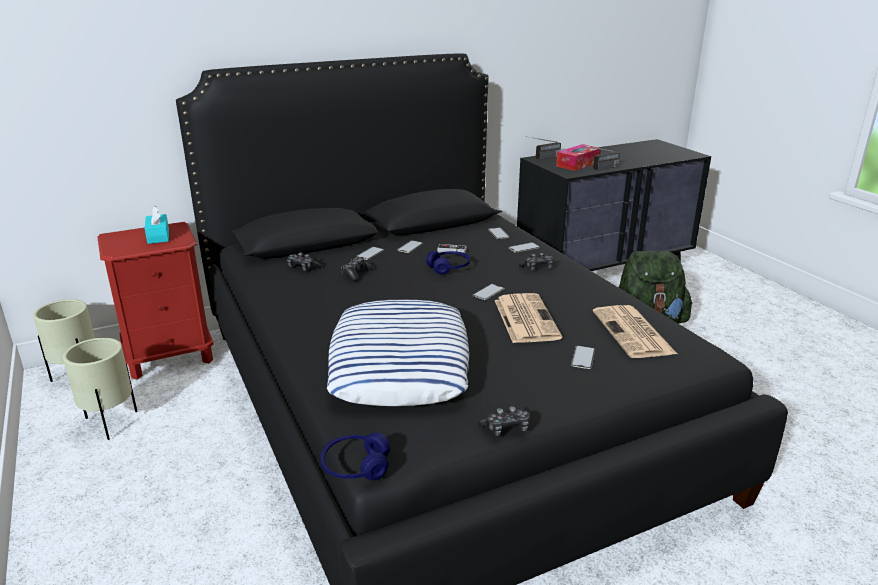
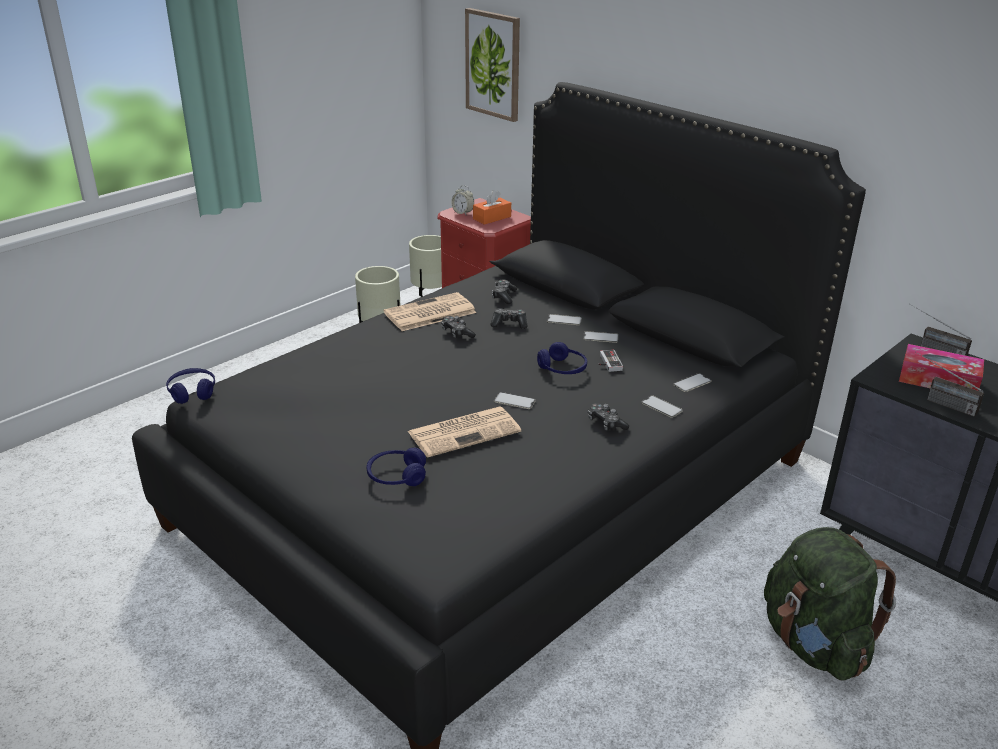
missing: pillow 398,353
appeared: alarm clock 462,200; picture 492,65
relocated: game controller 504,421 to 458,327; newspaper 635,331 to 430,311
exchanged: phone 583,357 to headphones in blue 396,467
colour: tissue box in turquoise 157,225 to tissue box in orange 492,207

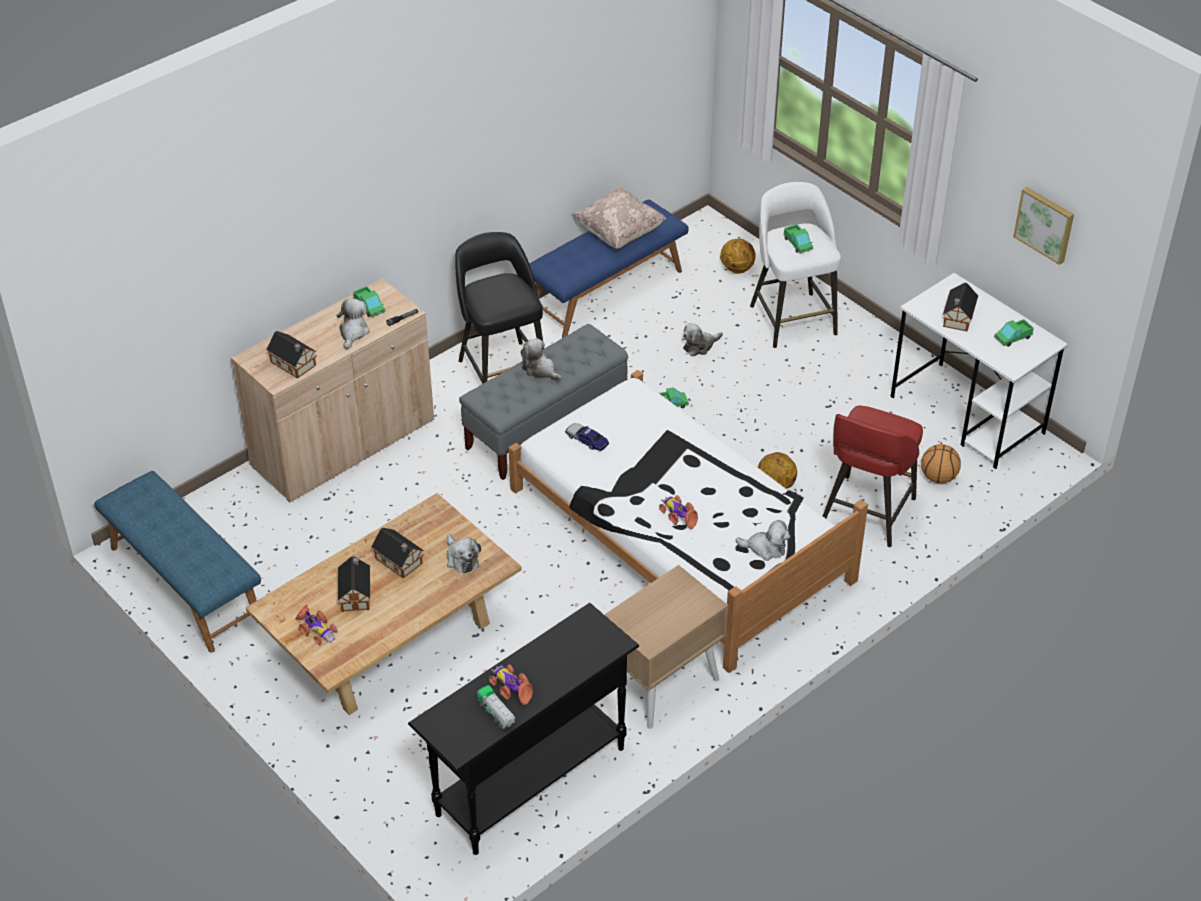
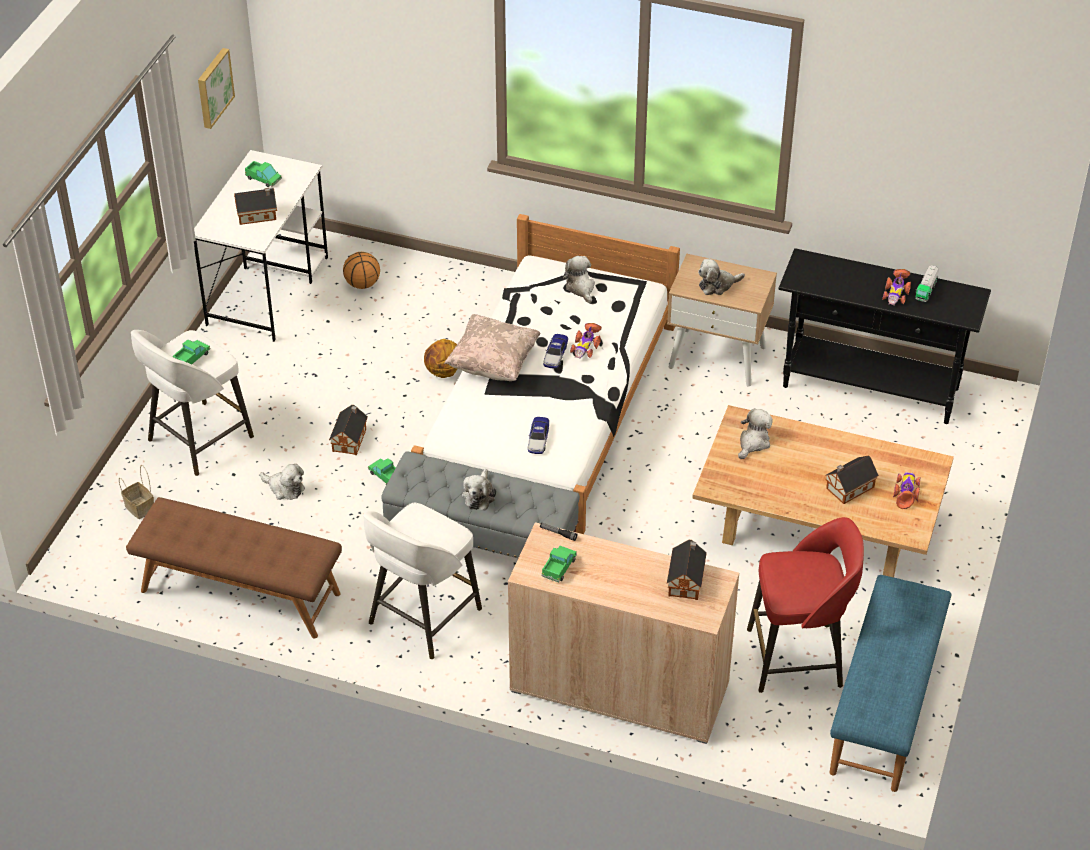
appeared: toy car 555,351
relocated: plush toy 353,324 to 721,277; toy house 397,553 to 348,430; pillow in beige 619,218 to 492,347; stool in red 873,476 to 805,605
exchanged: basketball 738,256 to basket 136,492
colour: stool in black 499,307 to stool in white 422,581; bench in blue 609,268 to bench in brown 234,568

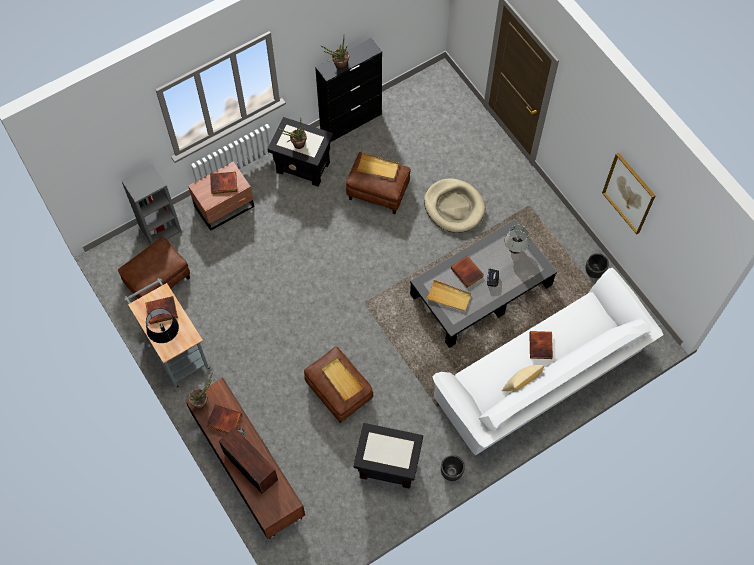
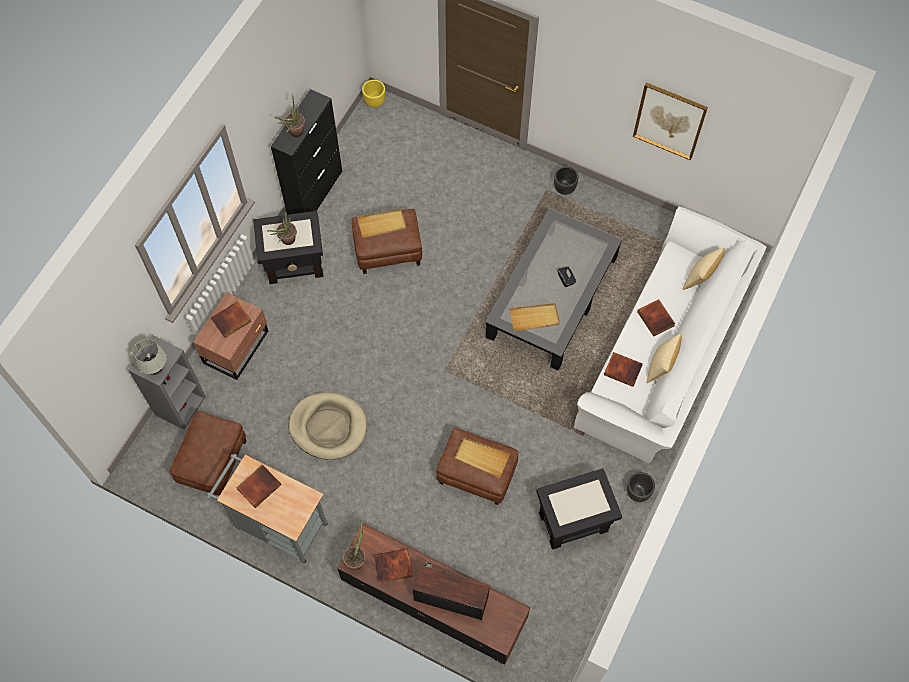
missing: table lamp in black 162,325
appeared: planter in yellow 373,93; pillow 703,269
relocated: dog bed in beige 454,205 to 328,426; book 467,271 to 623,369; table lamp in white 517,239 to 150,357; planter in black 597,265 to 566,180

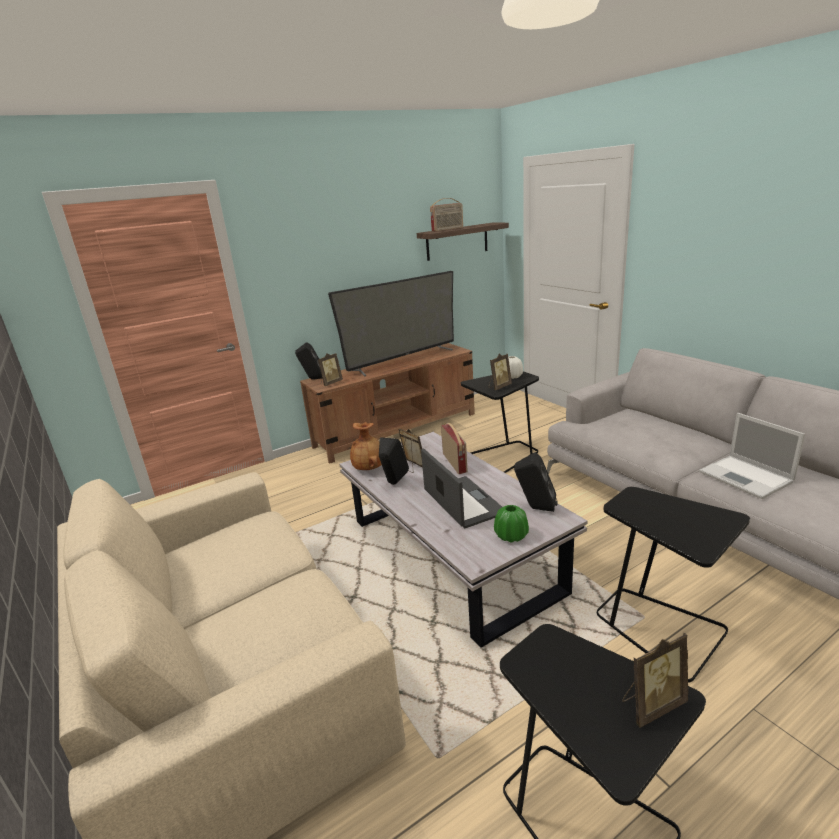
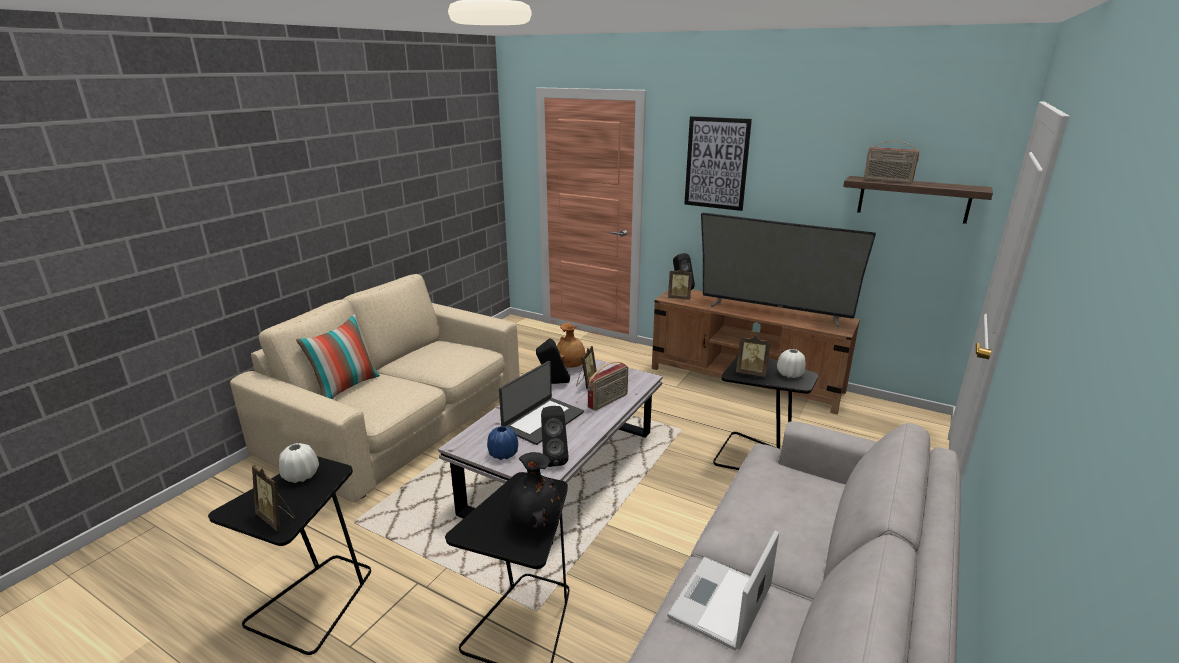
appeared: vase in white 299,463; pillow 338,356; vase in black 535,490; picture 718,163
colour: vase in green 511,524 to vase in blue 502,443

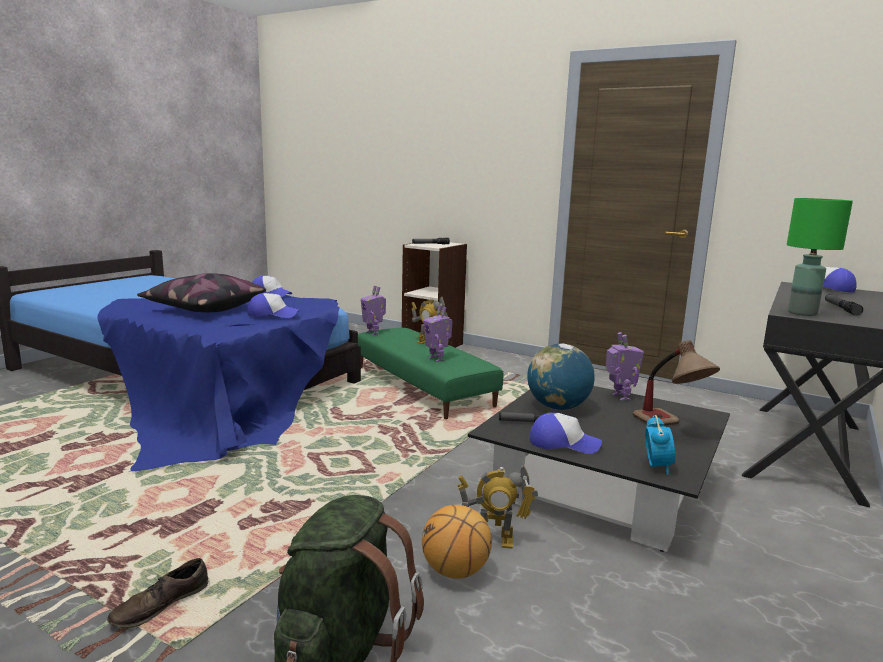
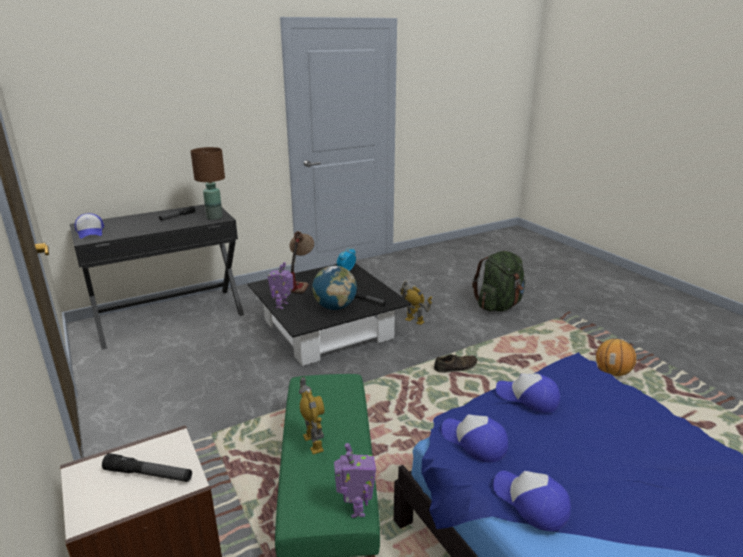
missing: pillow 201,292; toy robot 438,333
relocated: shoe in brown 157,593 to 455,363; basketball 457,542 to 616,357; cap 566,433 to 474,438
colour: table lamp in green 820,257 to table lamp in brown 207,183

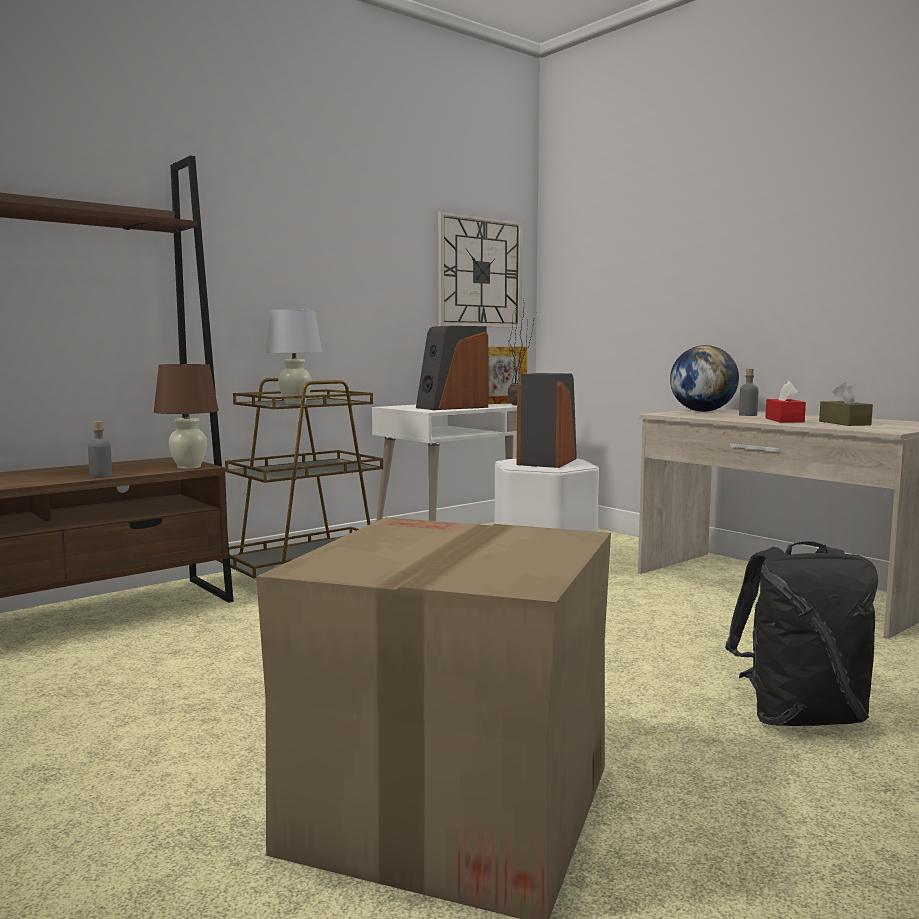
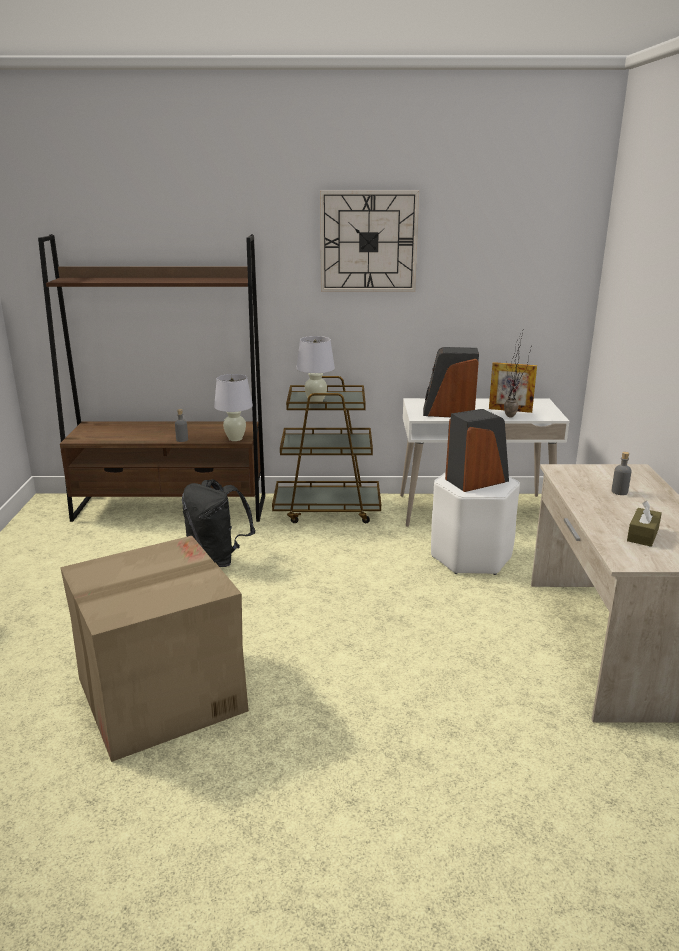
missing: globe 704,378; tissue box in red 785,402
relocated: wall clock 480,269 to 369,241; backpack in black 801,634 to 218,523
colour: table lamp in brown 186,416 to table lamp in white 233,407

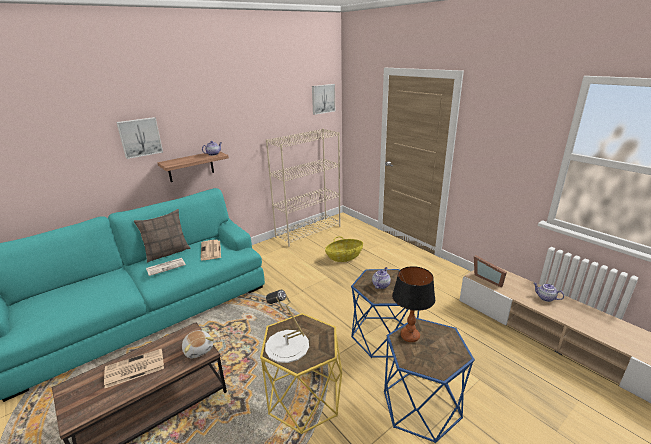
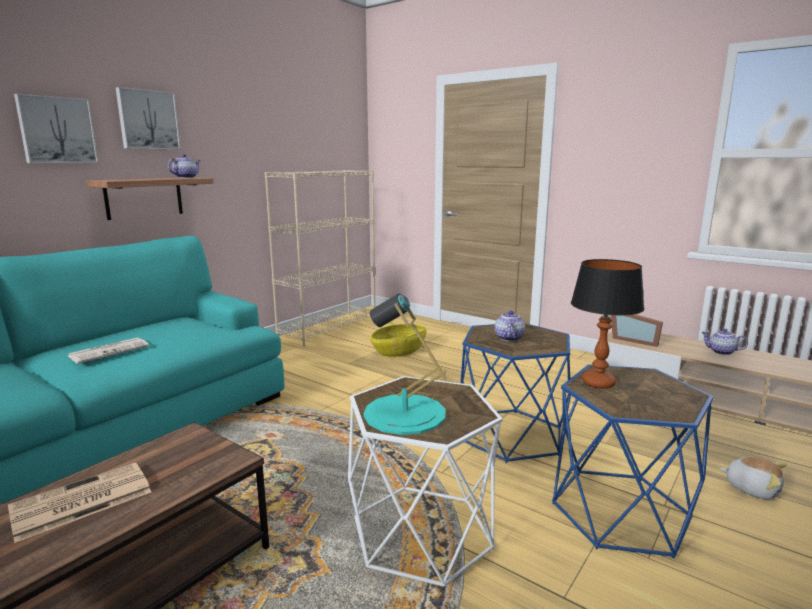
missing: pillow 162,236; newspaper 211,250
relocated: plush toy 198,344 to 753,478; picture 323,99 to 148,118
colour: side table in yellow 301,373 to side table in white 425,481; table lamp in white 287,326 to table lamp in turquoise 405,364

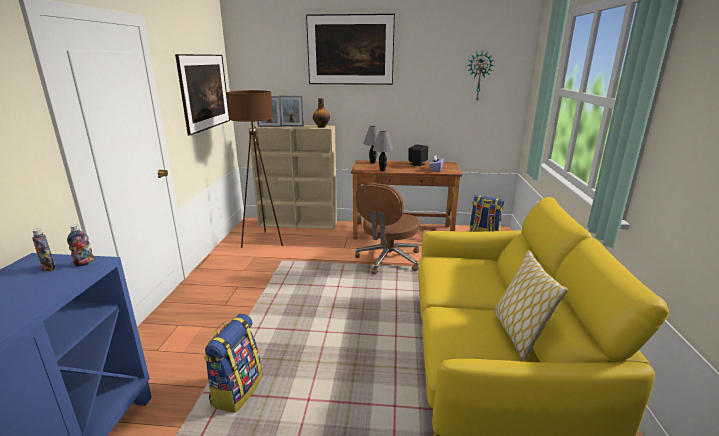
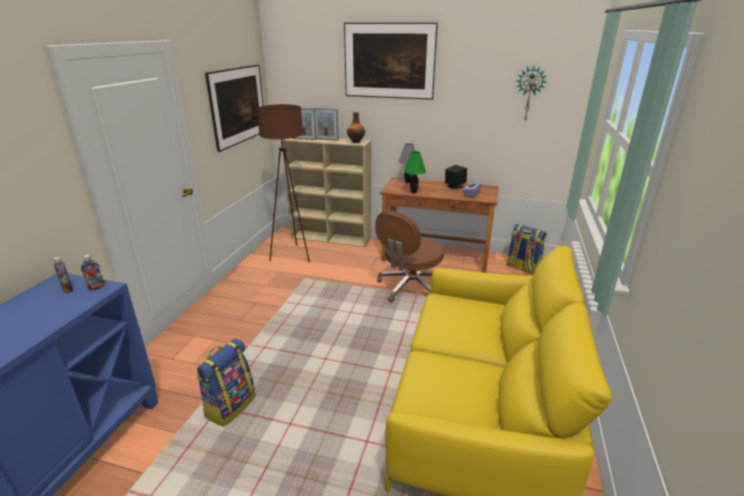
missing: pillow 531,305
colour: table lamp in grey 383,150 to table lamp in green 415,172

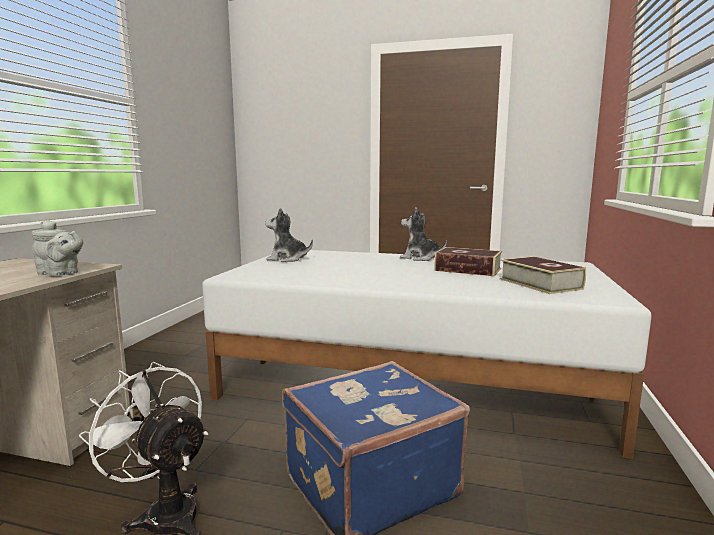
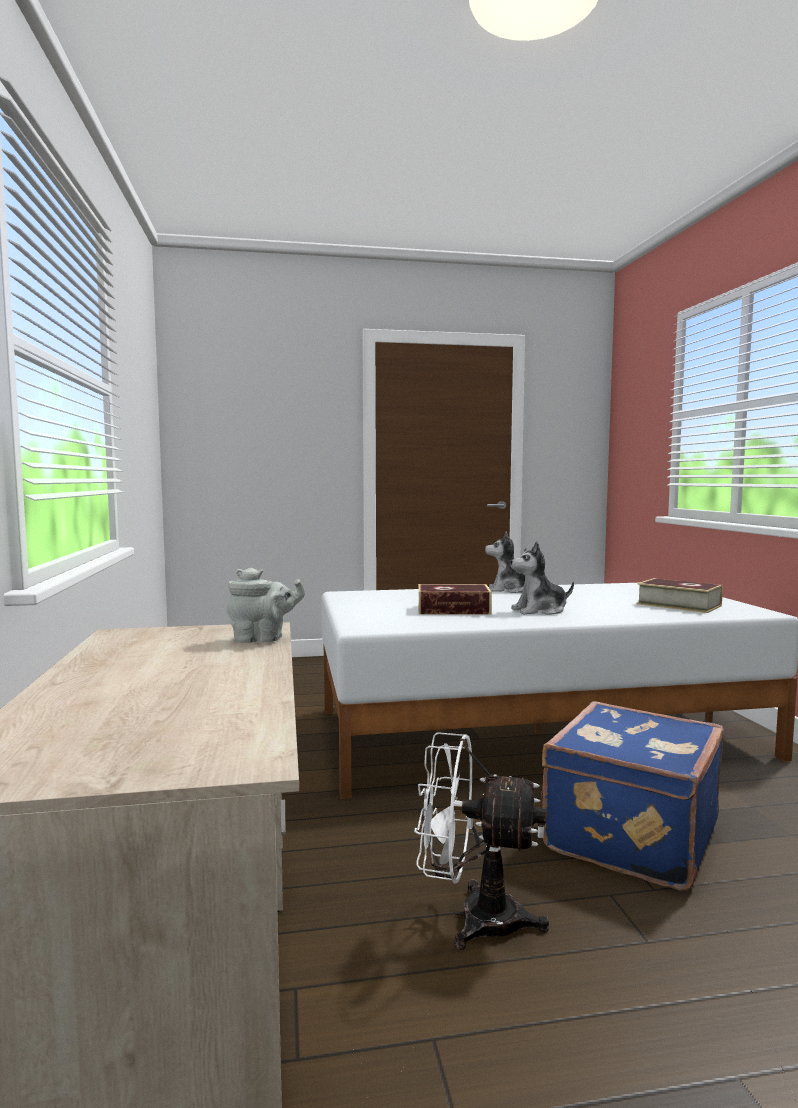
relocated: plush toy 289,235 to 542,578; book 468,261 to 455,599

